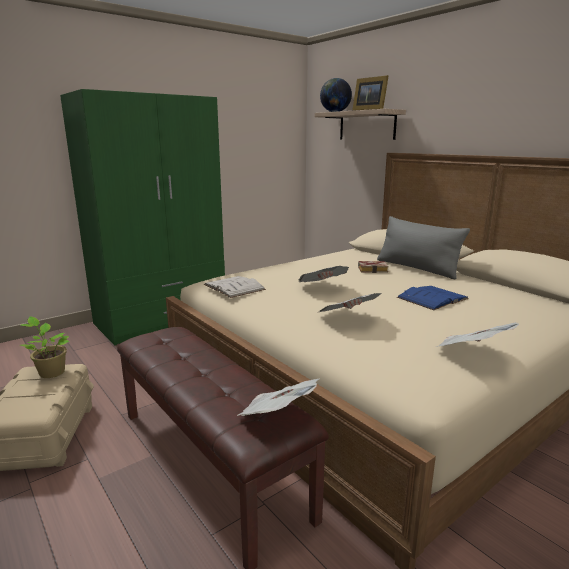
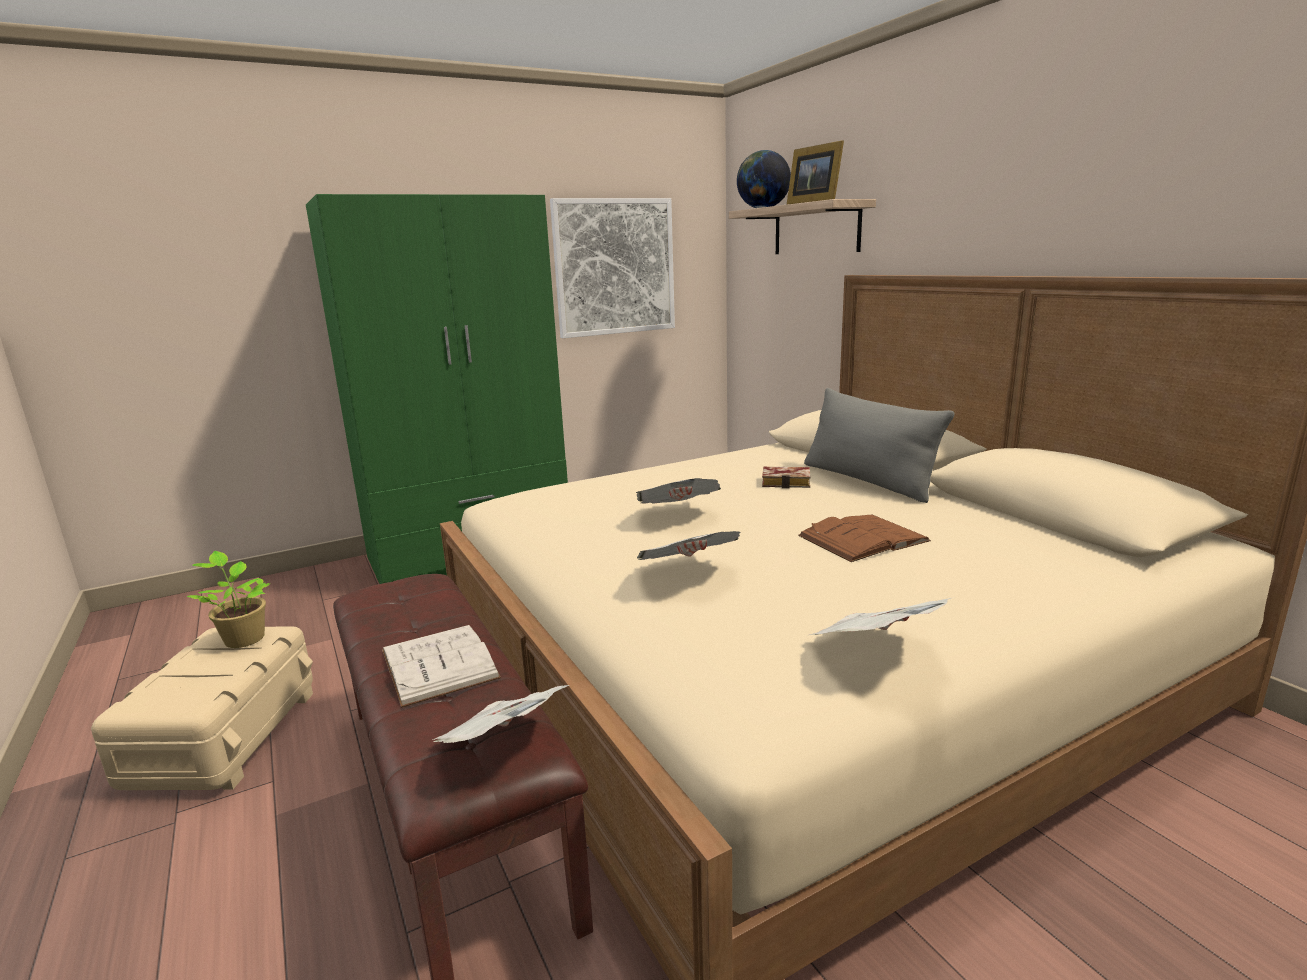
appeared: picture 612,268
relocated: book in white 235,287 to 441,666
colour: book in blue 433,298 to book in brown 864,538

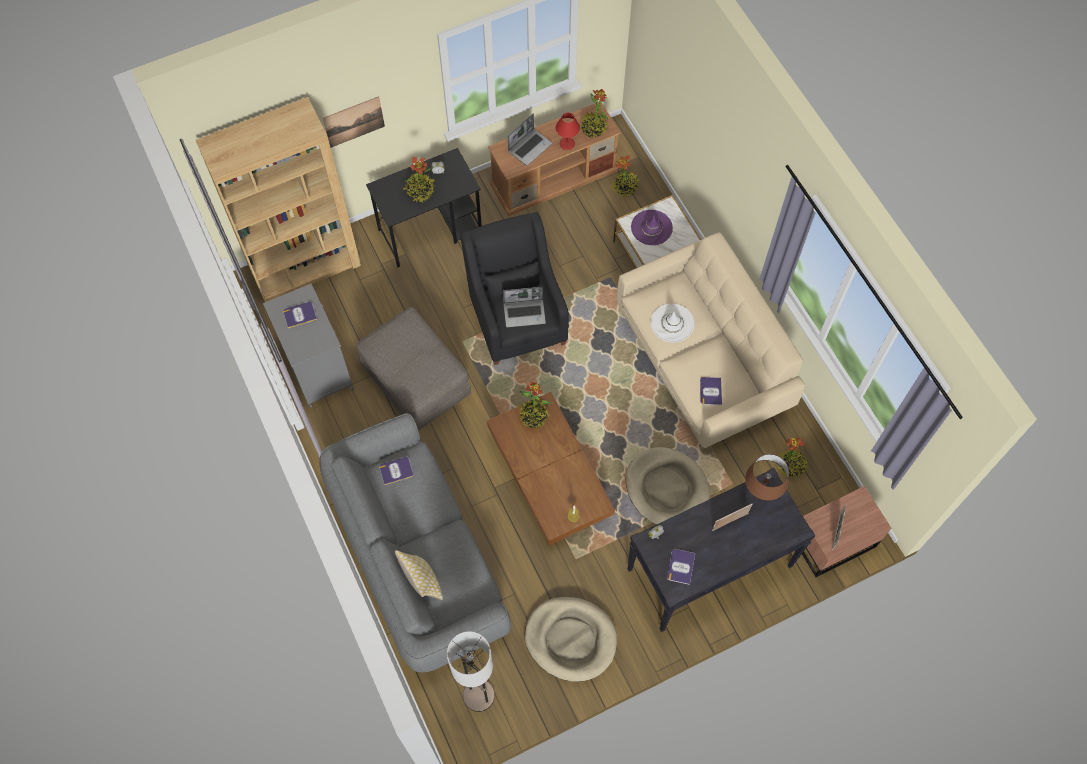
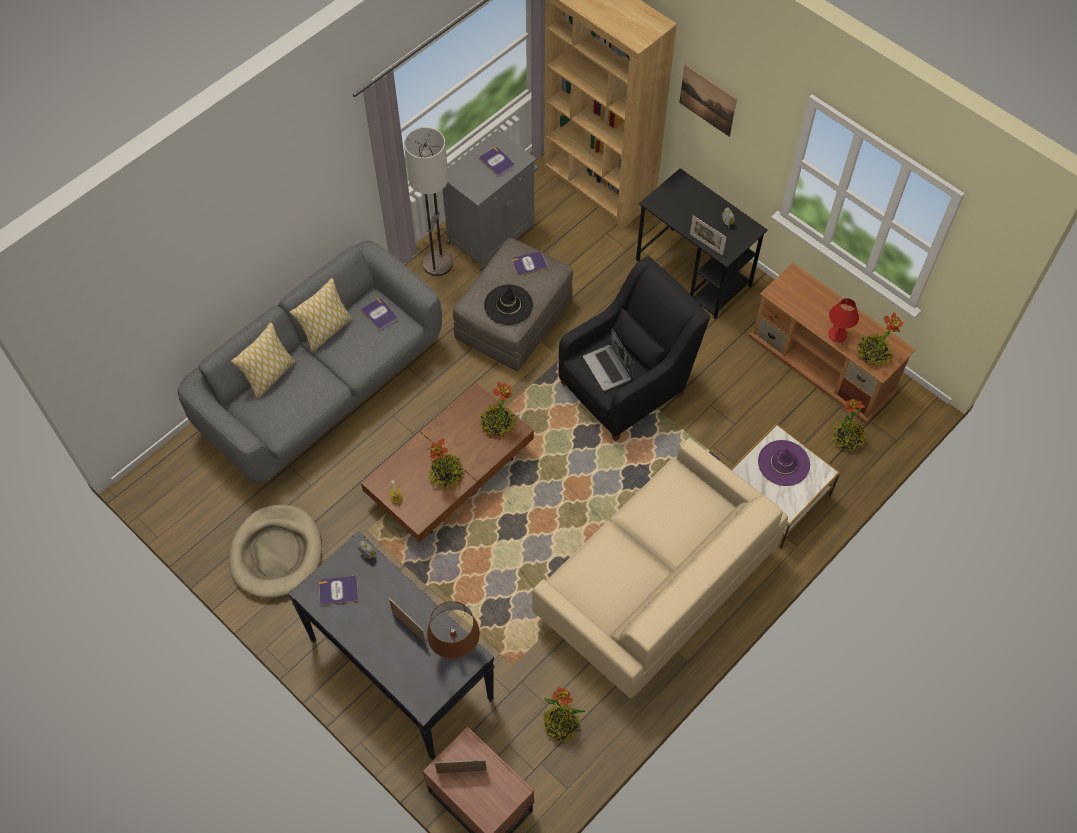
missing: laptop 529,139; dog bed in beige 668,486; hat in white 672,323
appeared: pillow 321,315; hat in black 508,305; picture frame 708,236
relocated: potted plant 418,180 to 445,463; floor lamp 471,671 to 428,201; book 711,391 to 530,264

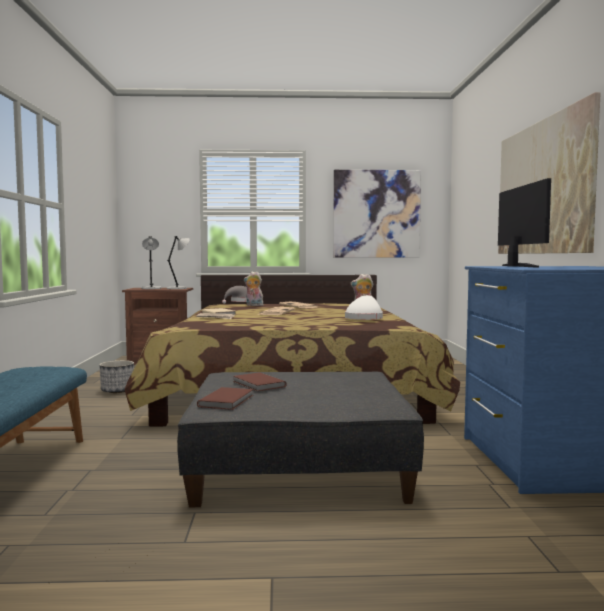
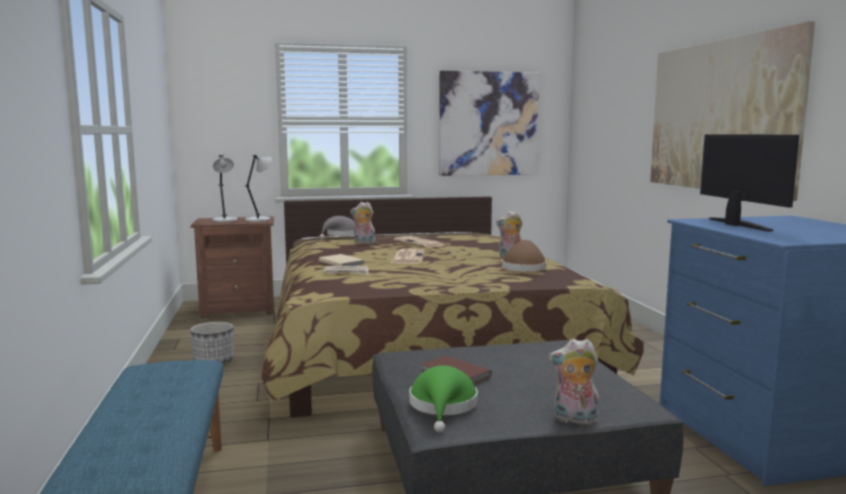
appeared: plush toy 574,383
exchanged: book in brown 225,398 to hat in green 444,398
colour: hat in white 364,307 to hat in brown 524,256

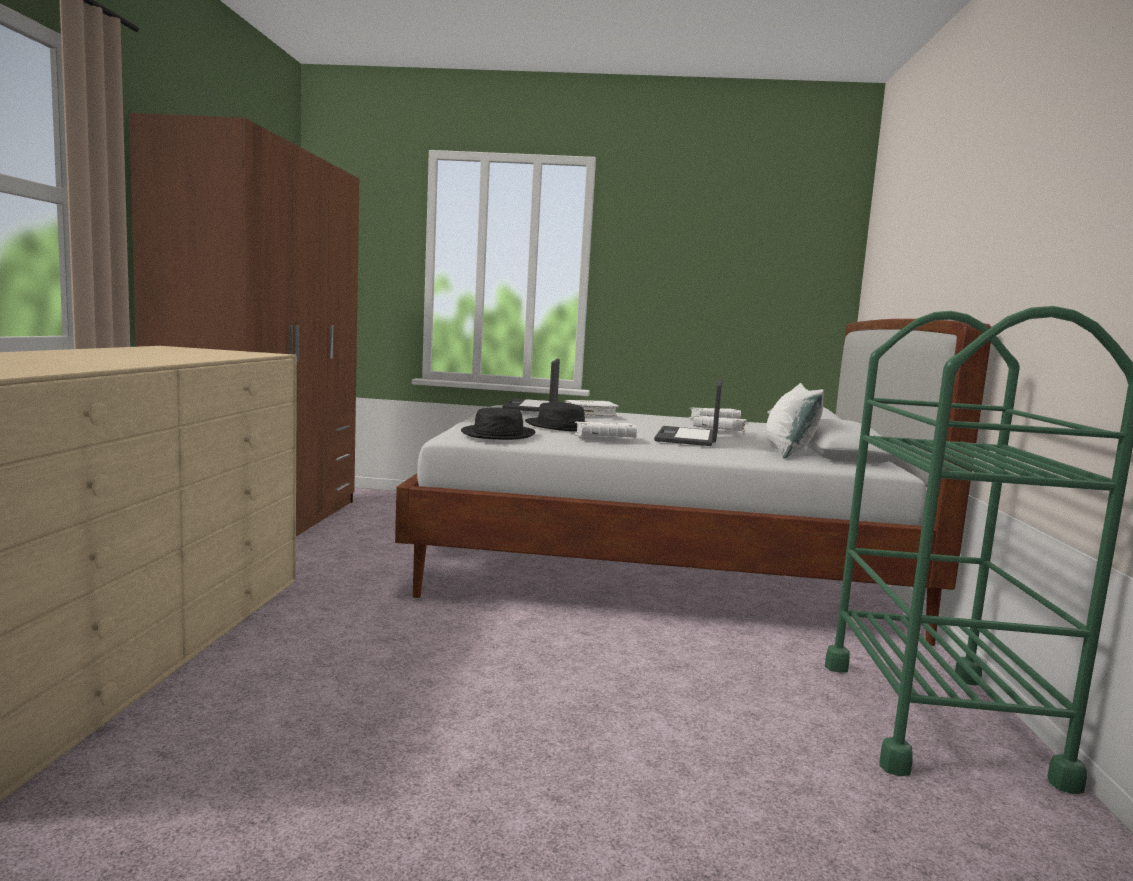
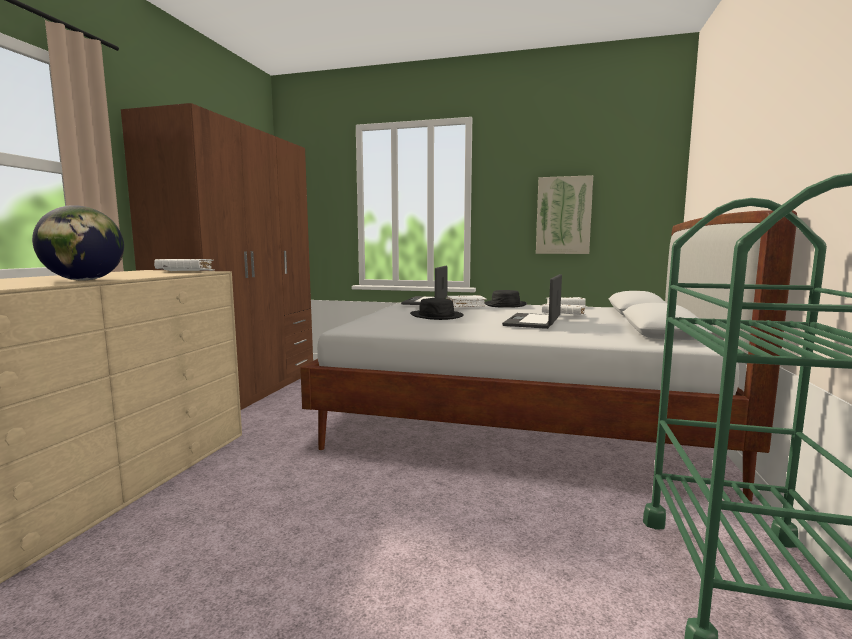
missing: pillow in white 795,421
appeared: globe 78,243; picture 564,214
relocated: hat in black 498,424 to 505,299; book in white 606,429 to 184,265

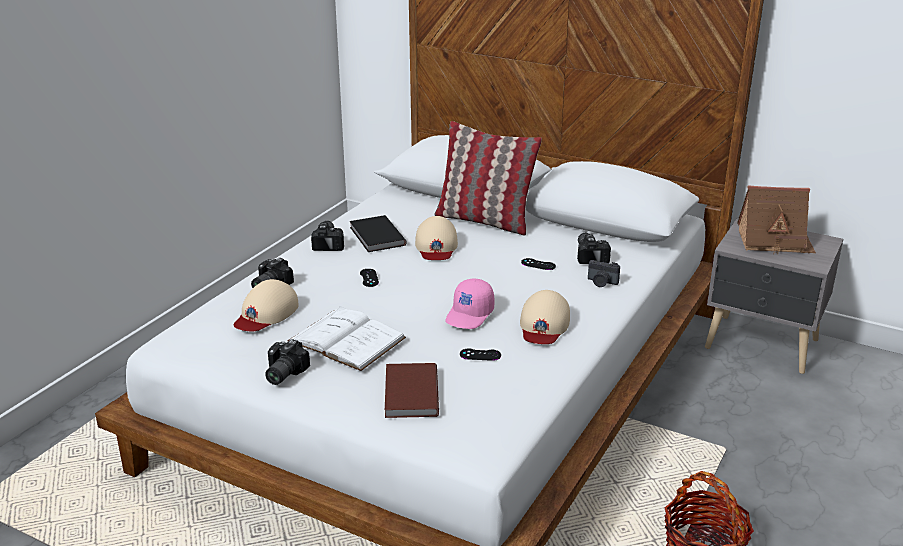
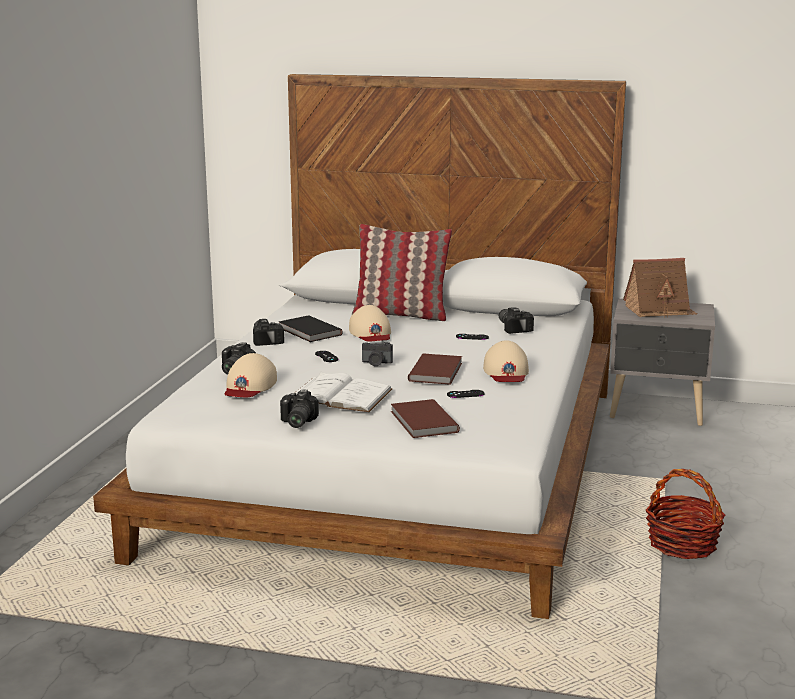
relocated: photo camera 604,273 to 377,354
exchanged: cap in pink 469,304 to book in brown 435,369

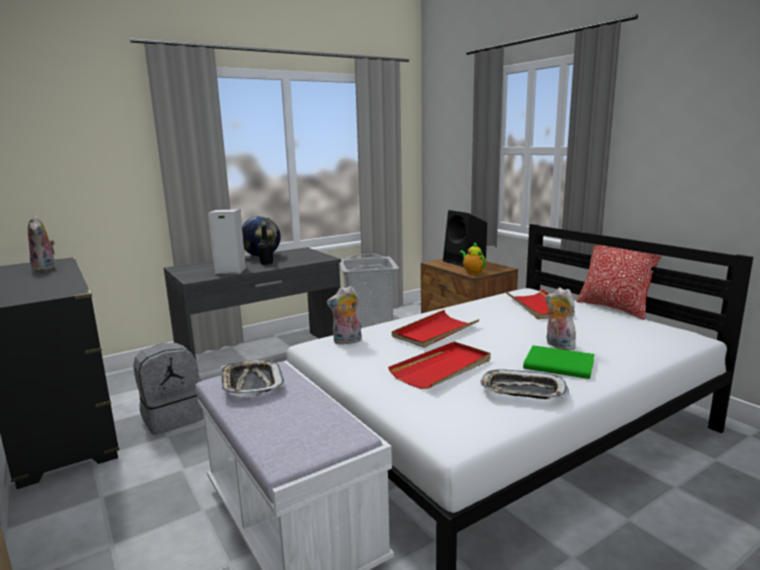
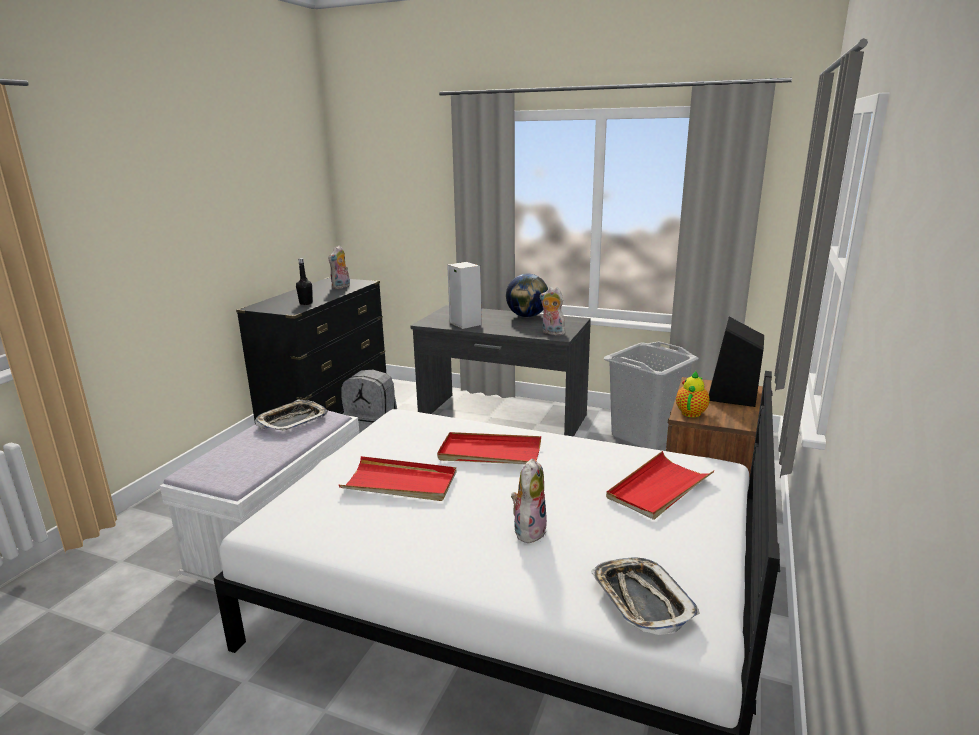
missing: book in green 559,362; pillow 619,282
relocated: bottle in black 265,243 to 304,281; plush toy 344,315 to 552,311; tray 524,384 to 645,596

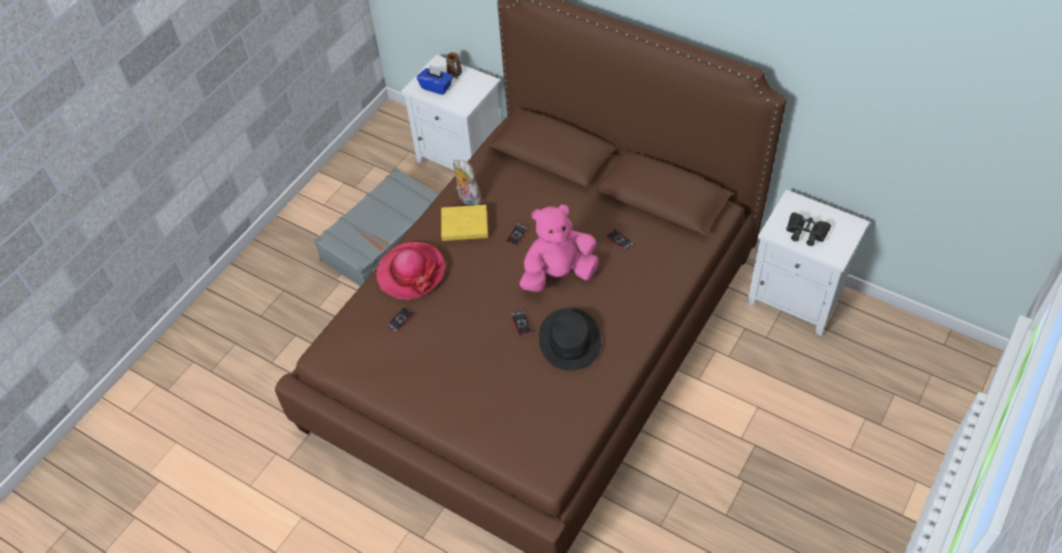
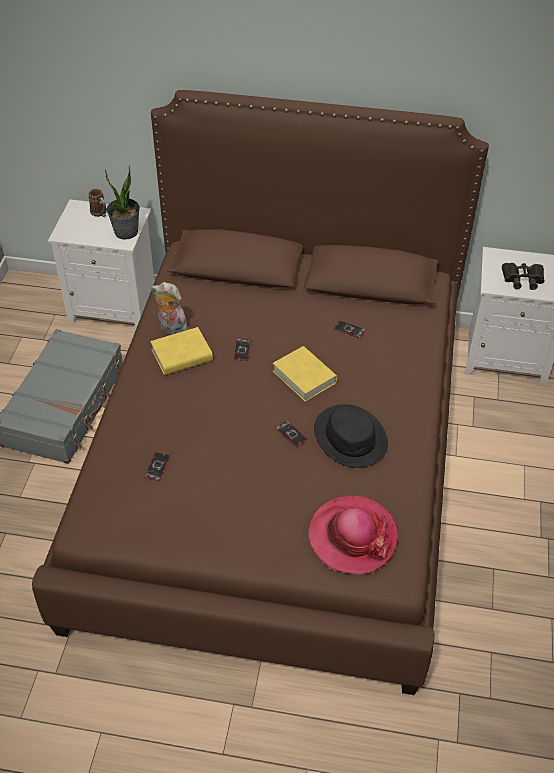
missing: tissue box in blue 435,80
appeared: potted plant 122,203
relocated: hat 411,271 to 353,535
exchanged: plush toy in pink 559,248 to book in yellow 305,374

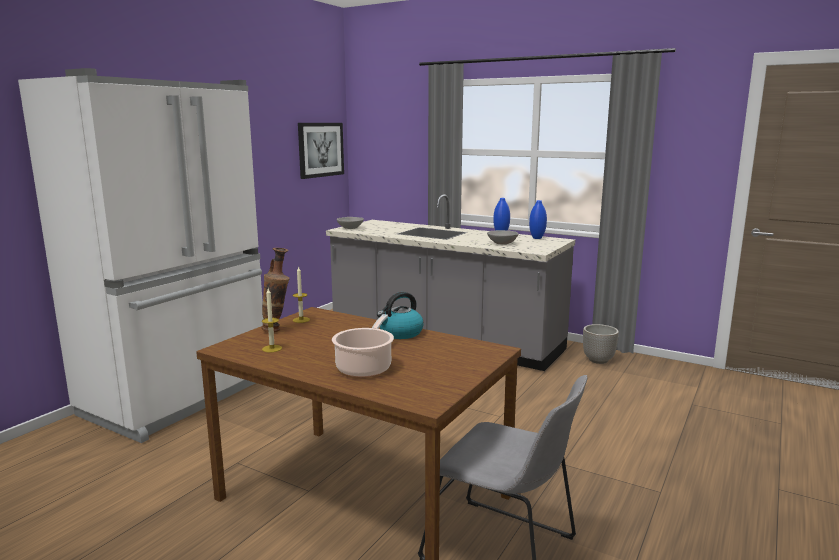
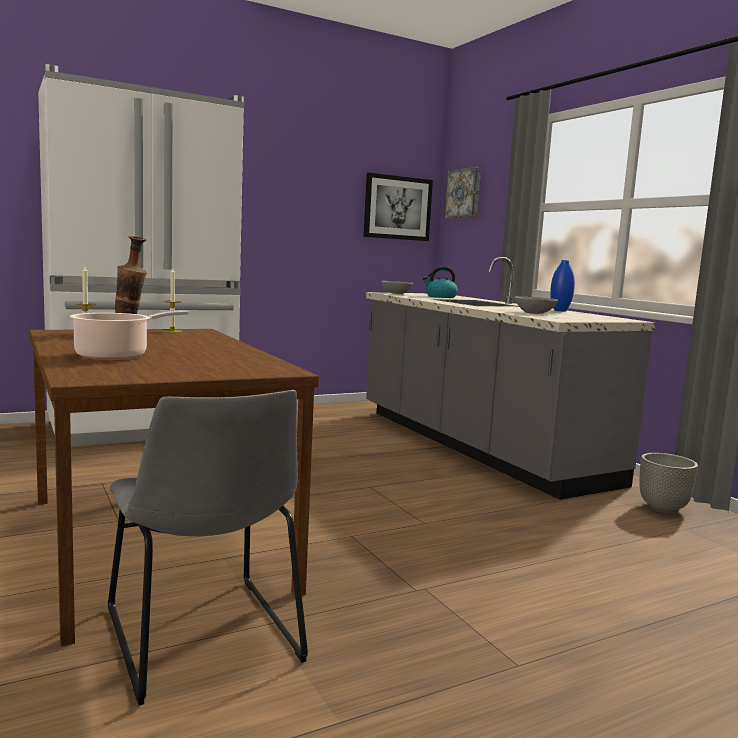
missing: vase in blue 538,219
appeared: picture 463,193
relocated: kettle 400,315 to 440,282

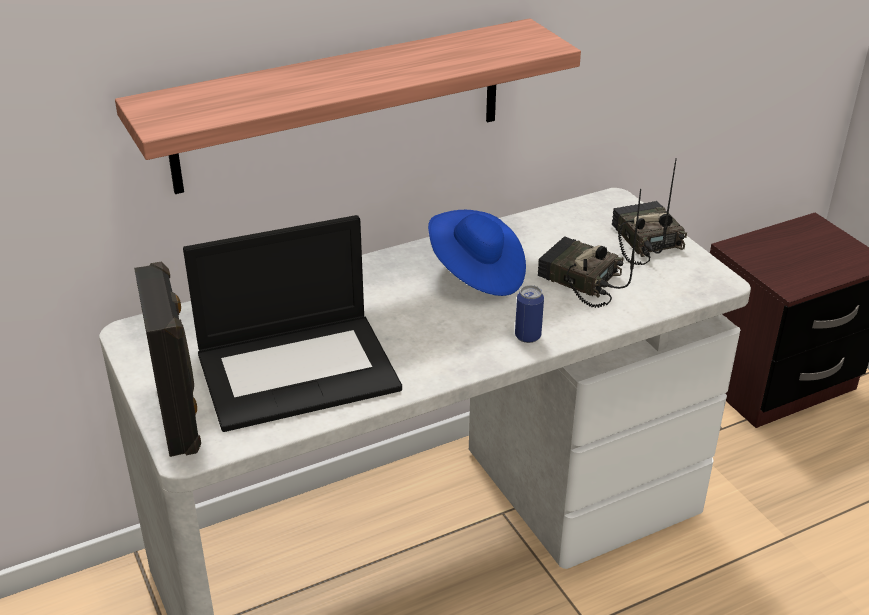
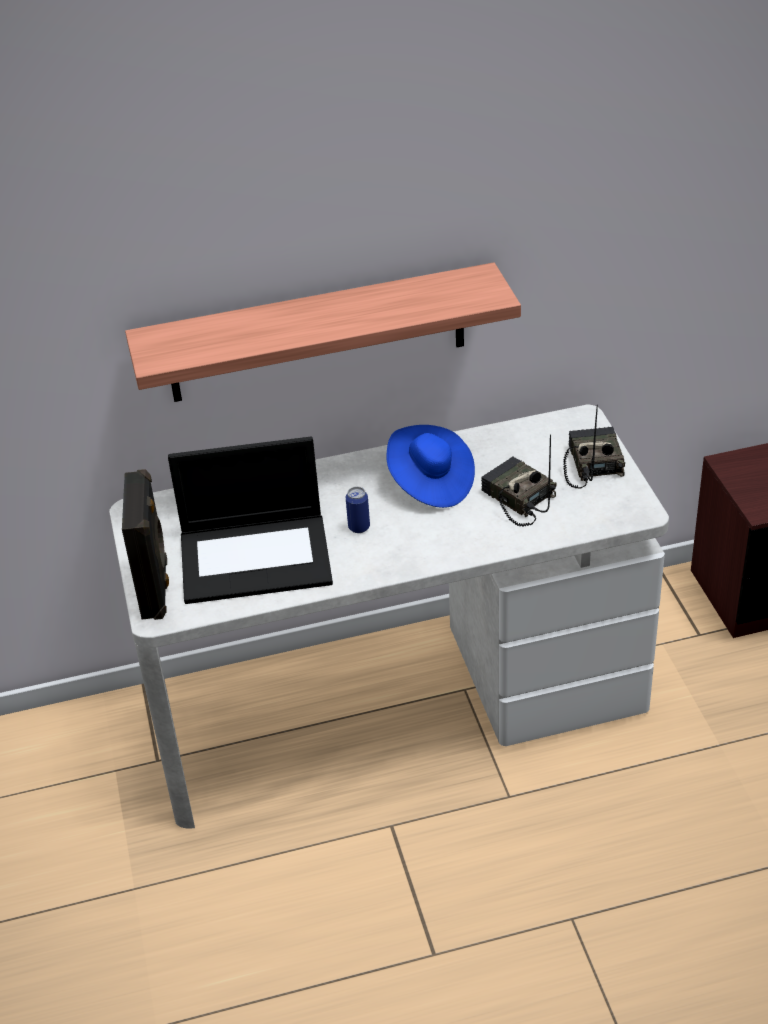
relocated: can 529,314 to 358,509

